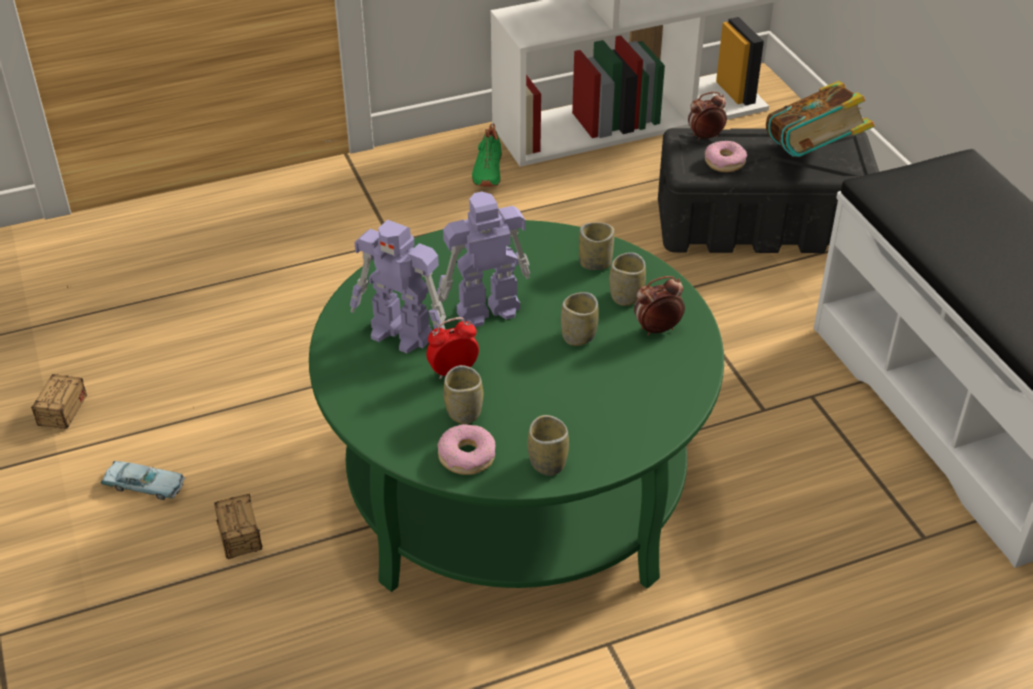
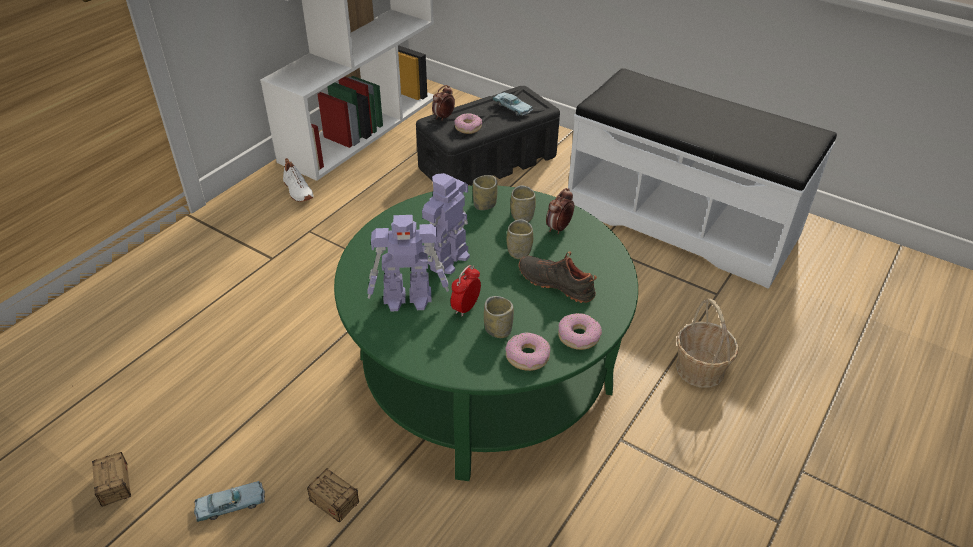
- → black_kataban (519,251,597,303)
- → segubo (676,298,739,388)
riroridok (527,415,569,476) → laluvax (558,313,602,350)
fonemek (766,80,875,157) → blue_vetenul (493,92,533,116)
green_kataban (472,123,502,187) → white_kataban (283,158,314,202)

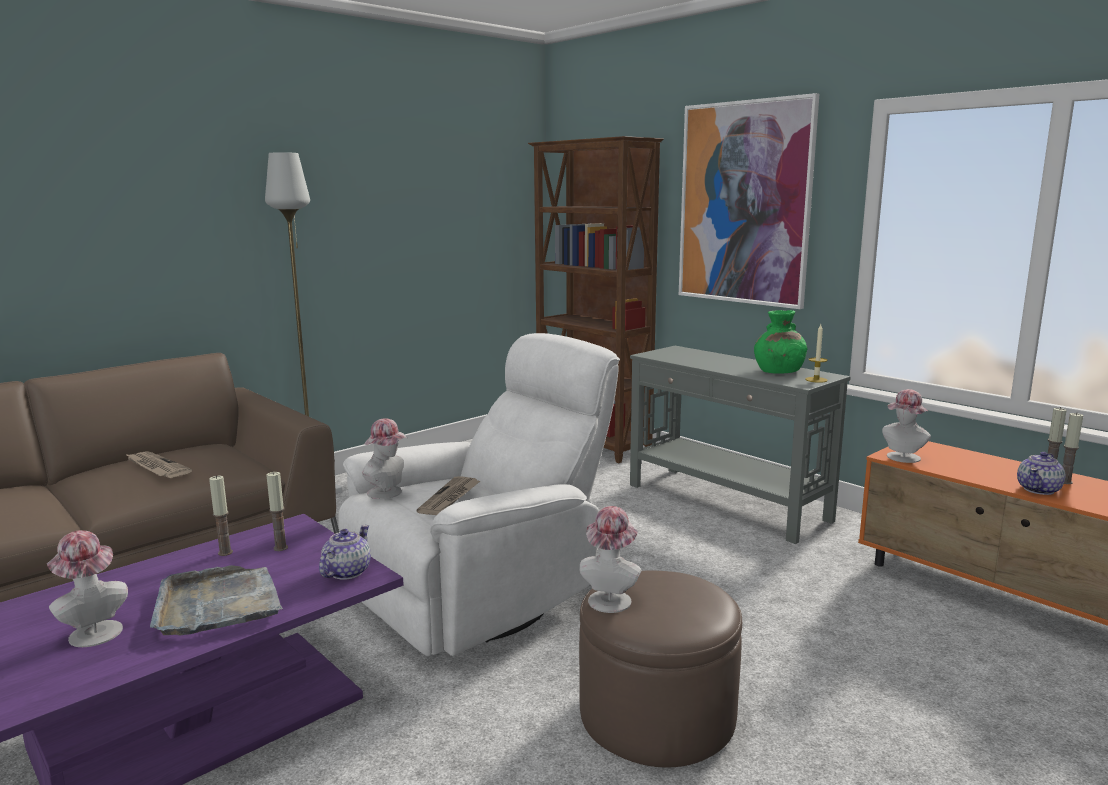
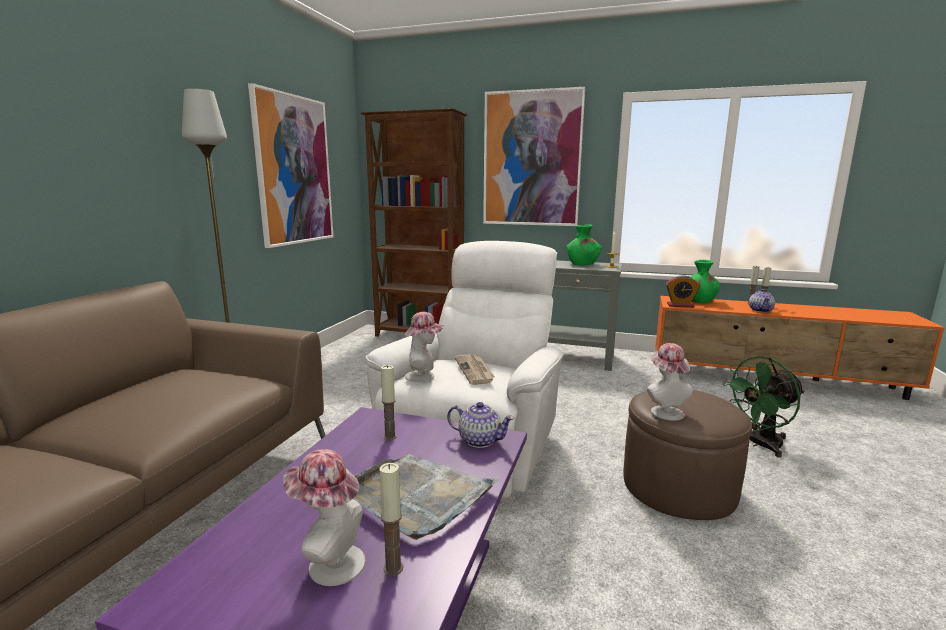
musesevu (125,451,192,478) → -
- → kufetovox (248,83,334,248)
- → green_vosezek (690,260,720,303)
- → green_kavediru (723,356,805,457)
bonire (209,475,233,556) → bonire (379,463,403,576), shifted
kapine (882,389,931,463) → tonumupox (666,275,700,308)
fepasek (319,525,371,580) → fepasek (447,402,514,448), 120 degrees clockwise

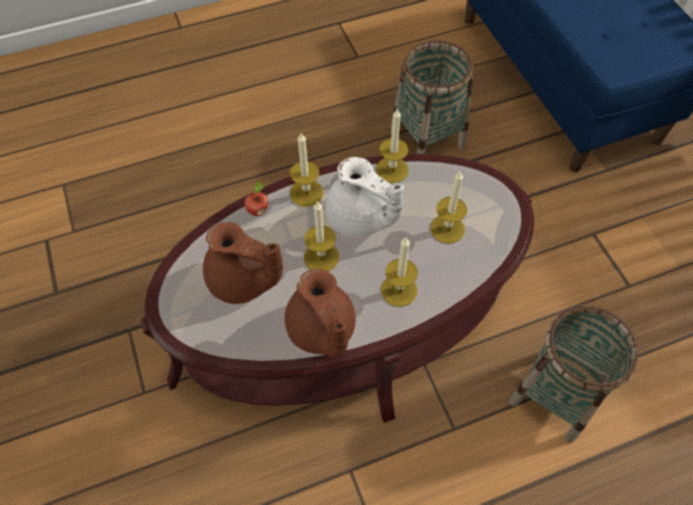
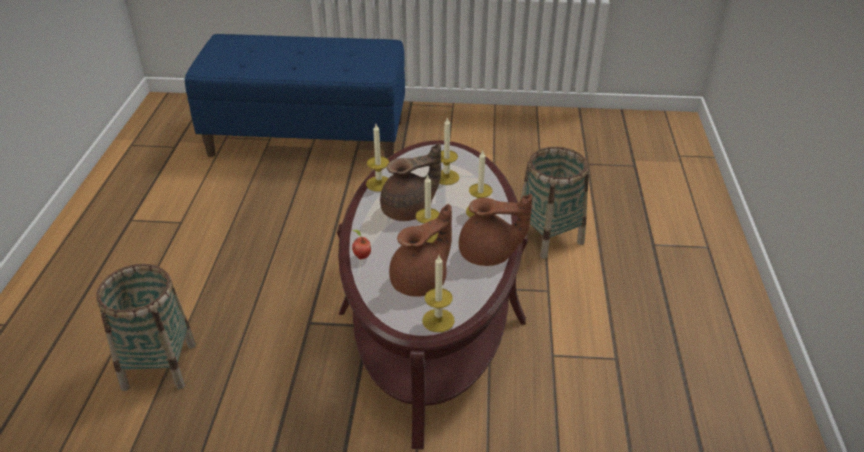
bonire (290,133,323,207) → bonire (423,255,455,332), shifted
segubo (391,40,473,154) → segubo (96,264,196,391), shifted
white_fepasek (326,157,404,237) → brown_fepasek (380,143,441,221)

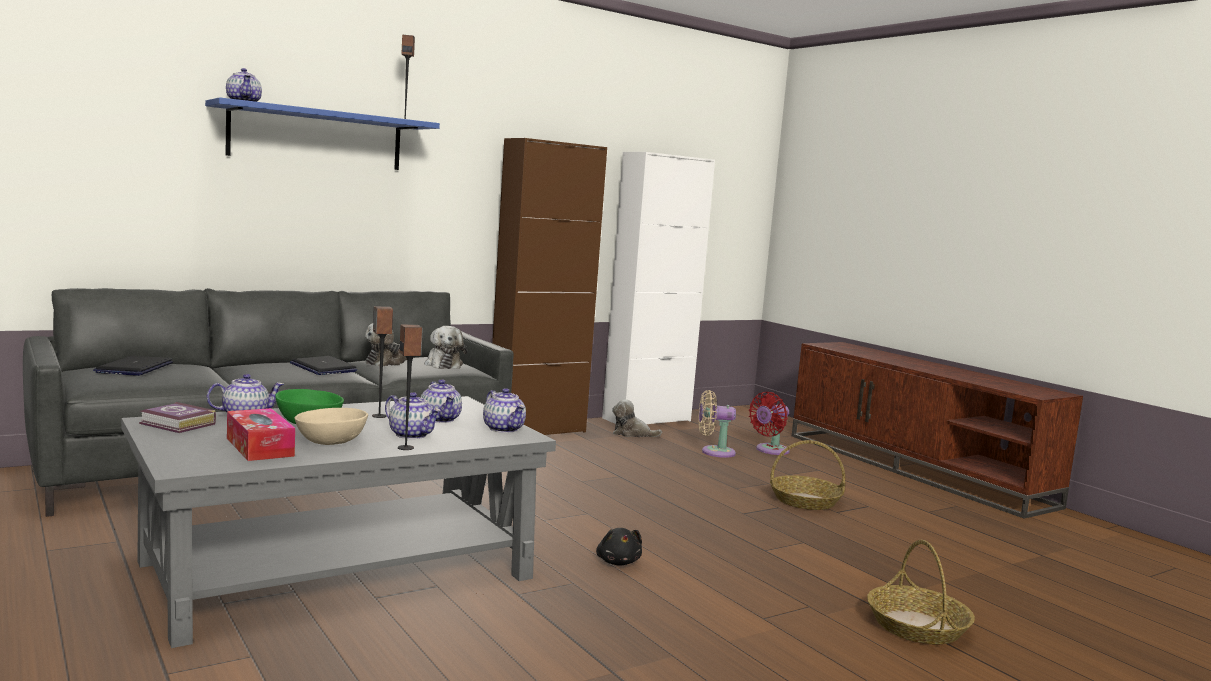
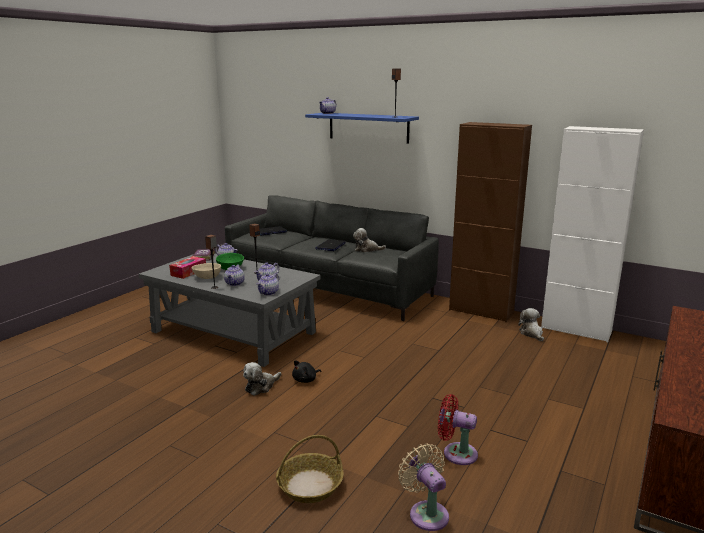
segubo (770,440,845,510) → -
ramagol (424,326,467,369) → ramagol (243,362,281,396), shifted
beige_kavediru (699,390,736,458) → beige_kavediru (398,444,449,531), shifted
red_kavediru (749,392,790,455) → red_kavediru (438,394,478,465), shifted

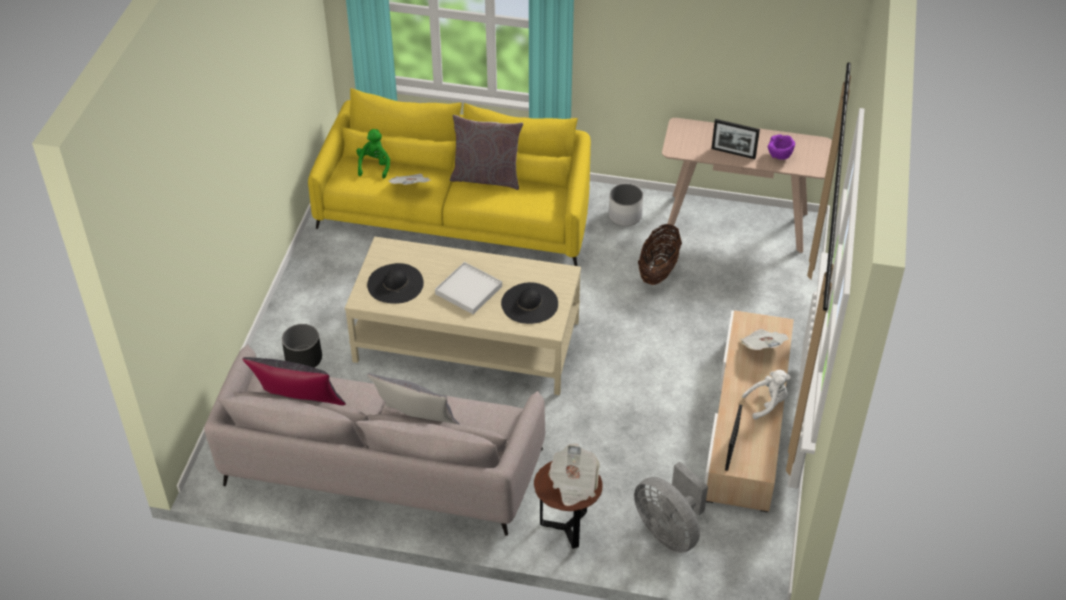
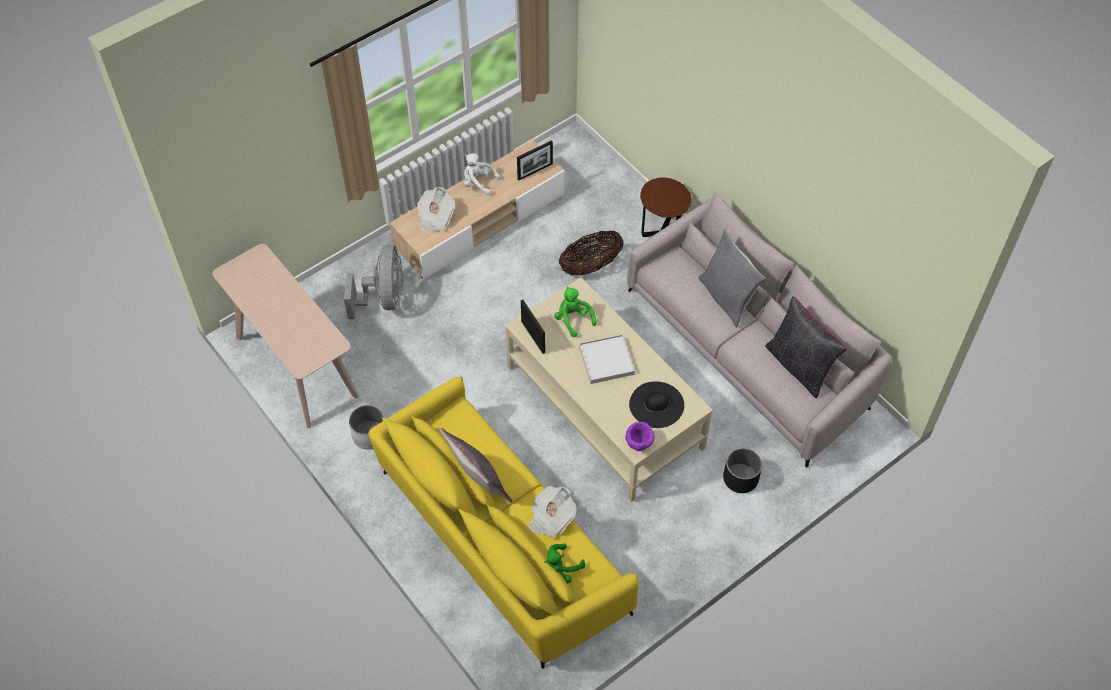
musesevu (548,444,600,506) → -
grey_kavediru (634,461,708,553) → grey_kavediru (344,245,404,319), shifted
segubo (638,224,682,285) → segubo (559,231,624,275), shifted
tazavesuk (711,119,760,159) → tazavesuk (521,300,545,354), shifted
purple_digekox (768,134,795,160) → purple_digekox (625,422,655,451), shifted
black_kapine (501,282,558,324) → green_ramagol (554,286,596,337)

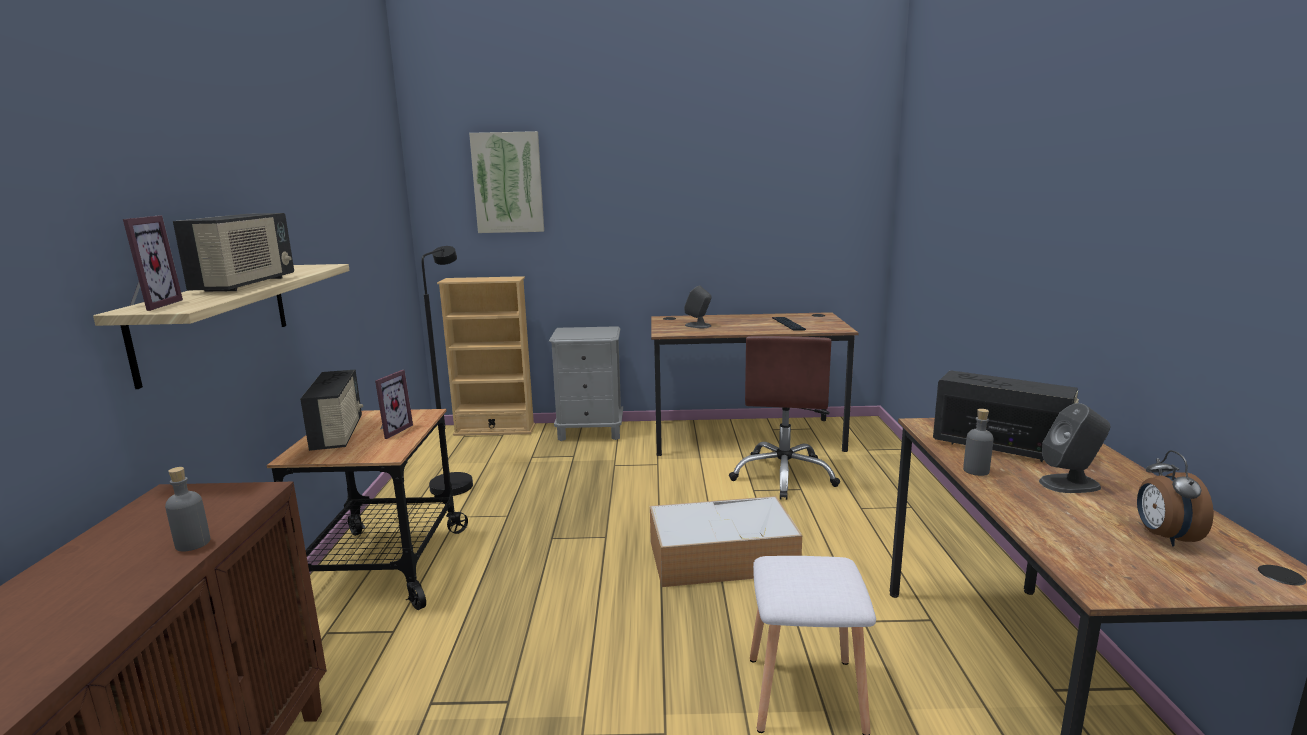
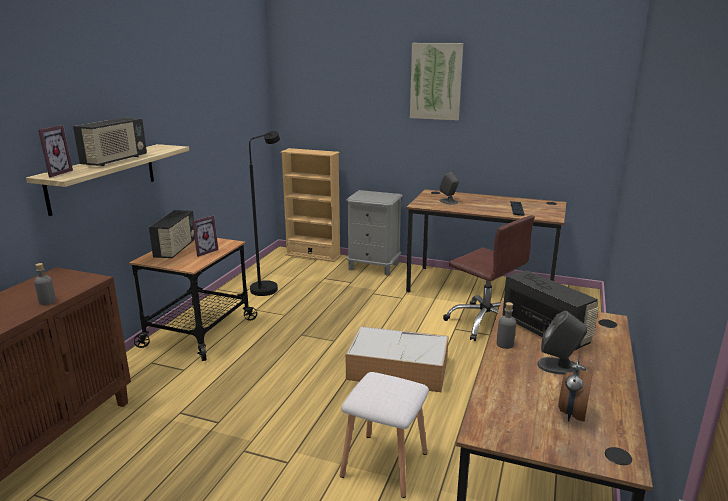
kufetovox (469,131,544,233) → kufetovox (410,43,463,120), shifted
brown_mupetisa (729,336,840,500) → brown_mupetisa (443,215,535,341), 75 degrees counterclockwise

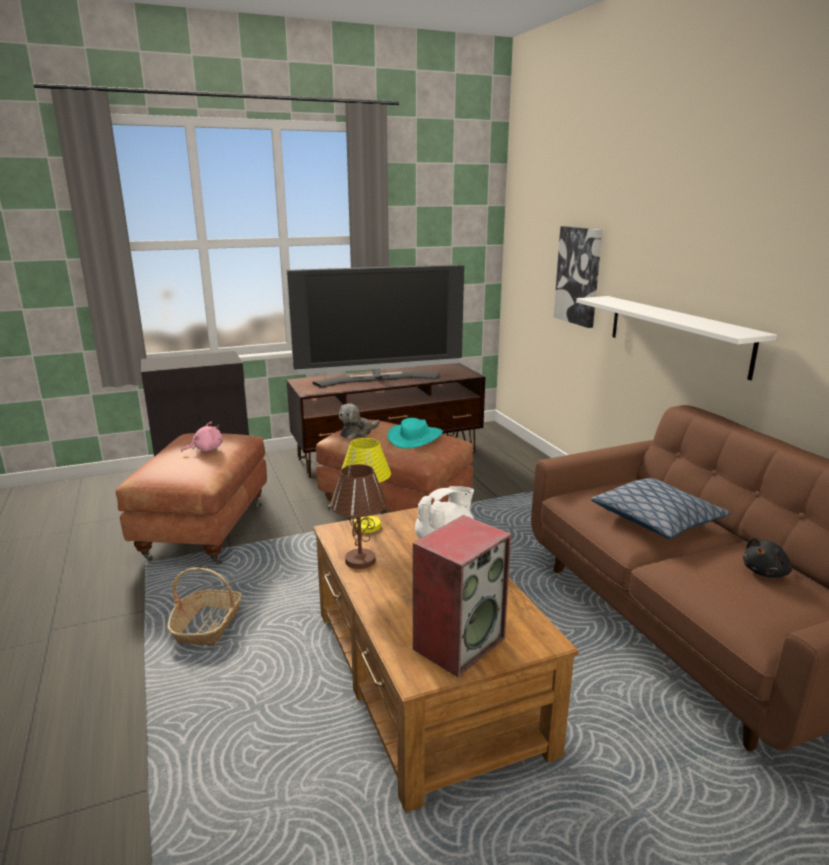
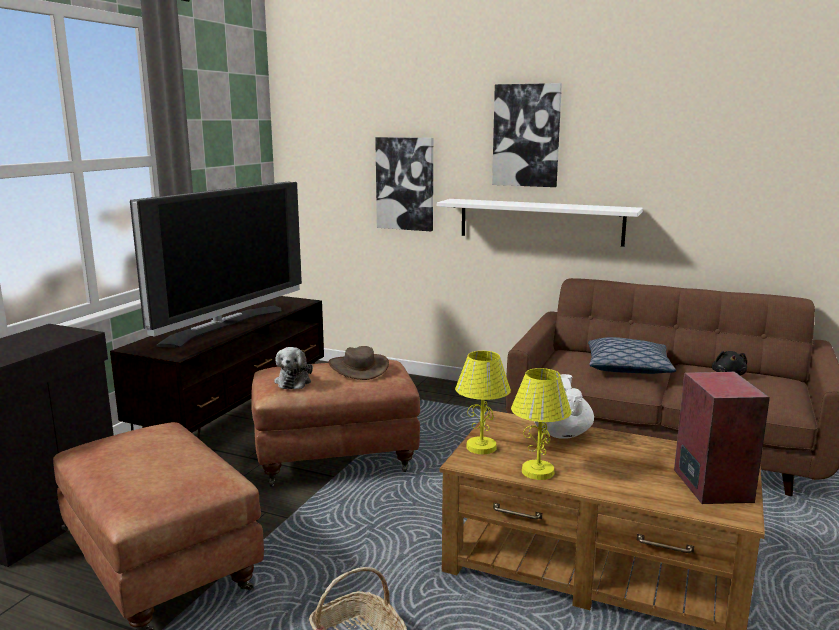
pink_ramagol (181,422,223,452) → -
- → kufetovox (492,83,562,187)
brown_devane (330,464,387,569) → yellow_devane (511,368,571,480)
turquoise_kapine (388,418,443,449) → brown_kapine (328,346,389,380)

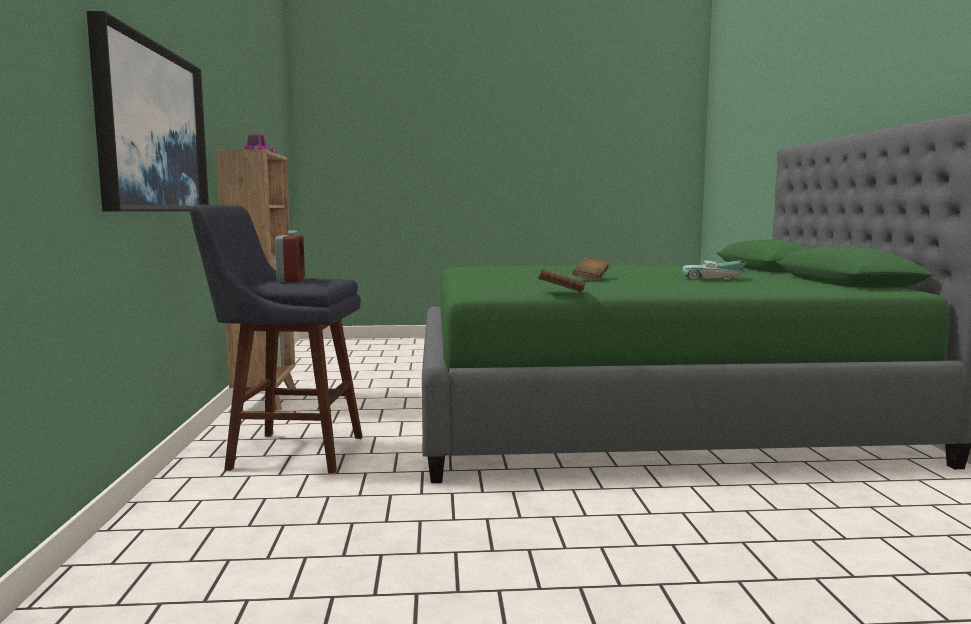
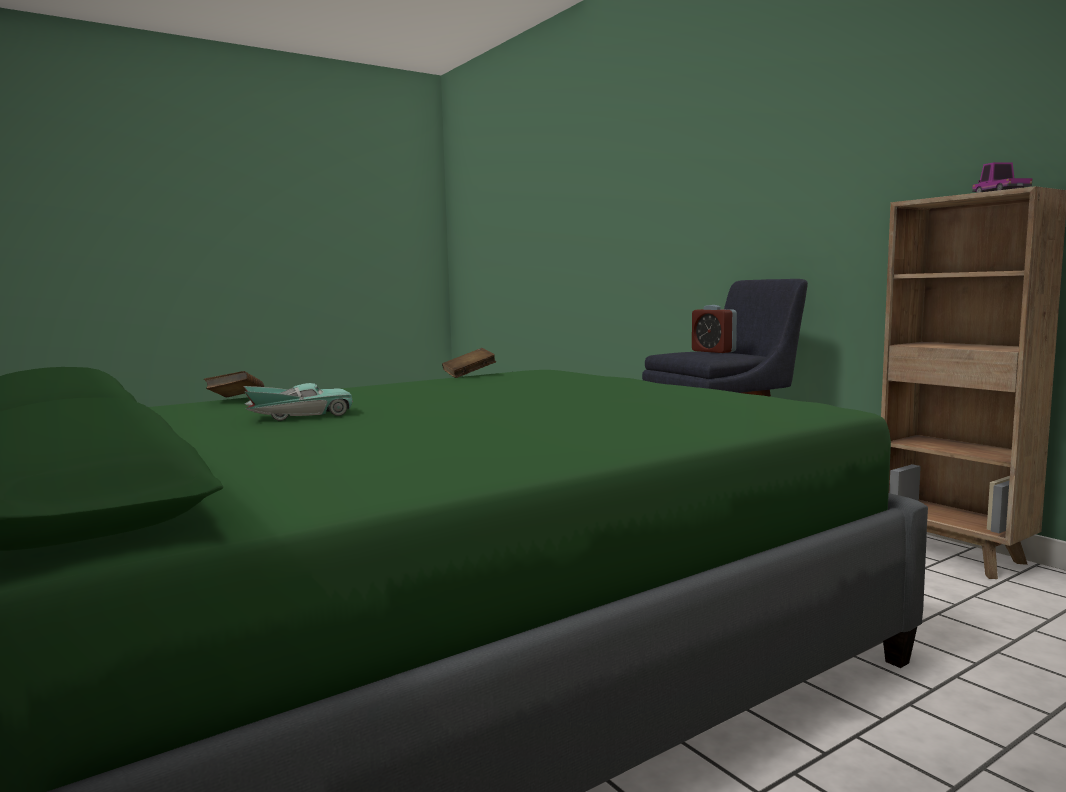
kufetovox (87,11,209,212) → -
brown_fonemek (573,257,610,281) → brown_fonemek (204,371,264,397), shifted

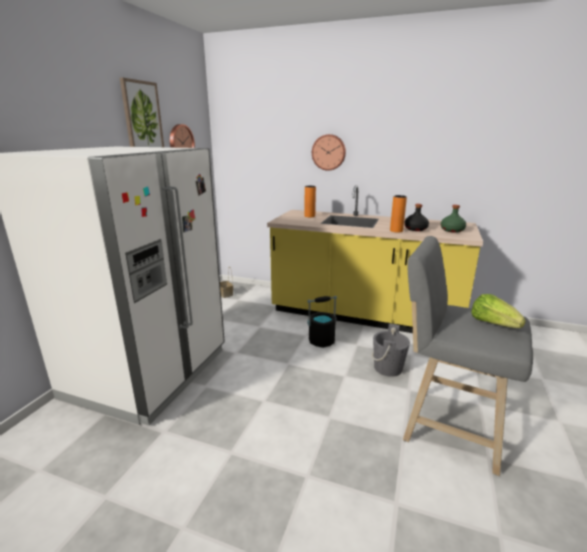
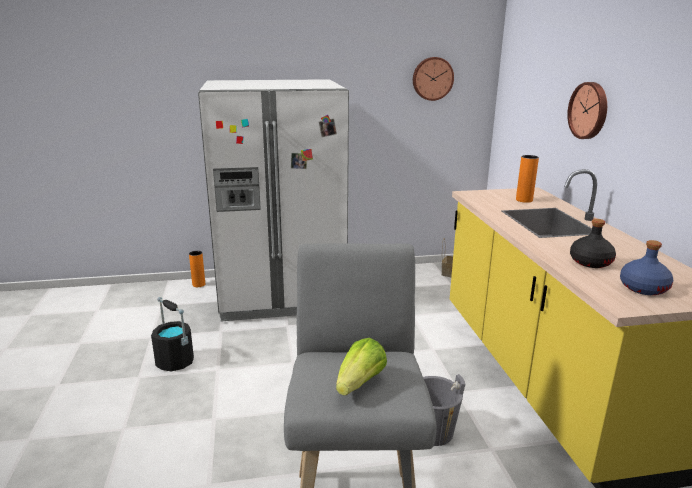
kufetovox (120,78,164,147) → -
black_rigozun (307,296,337,348) → black_rigozun (151,297,194,372), shifted
orange_vosezek (390,195,407,232) → orange_vosezek (189,251,205,287), shifted
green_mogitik (441,205,466,233) → blue_mogitik (620,240,673,295)

